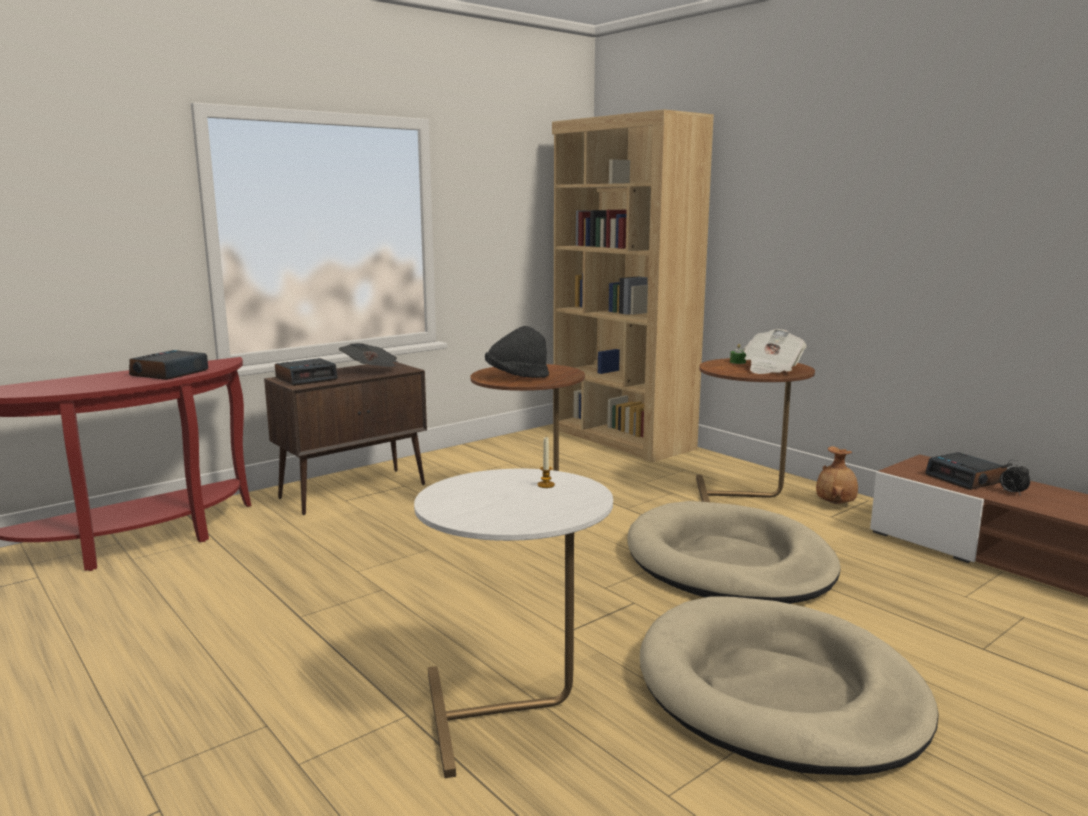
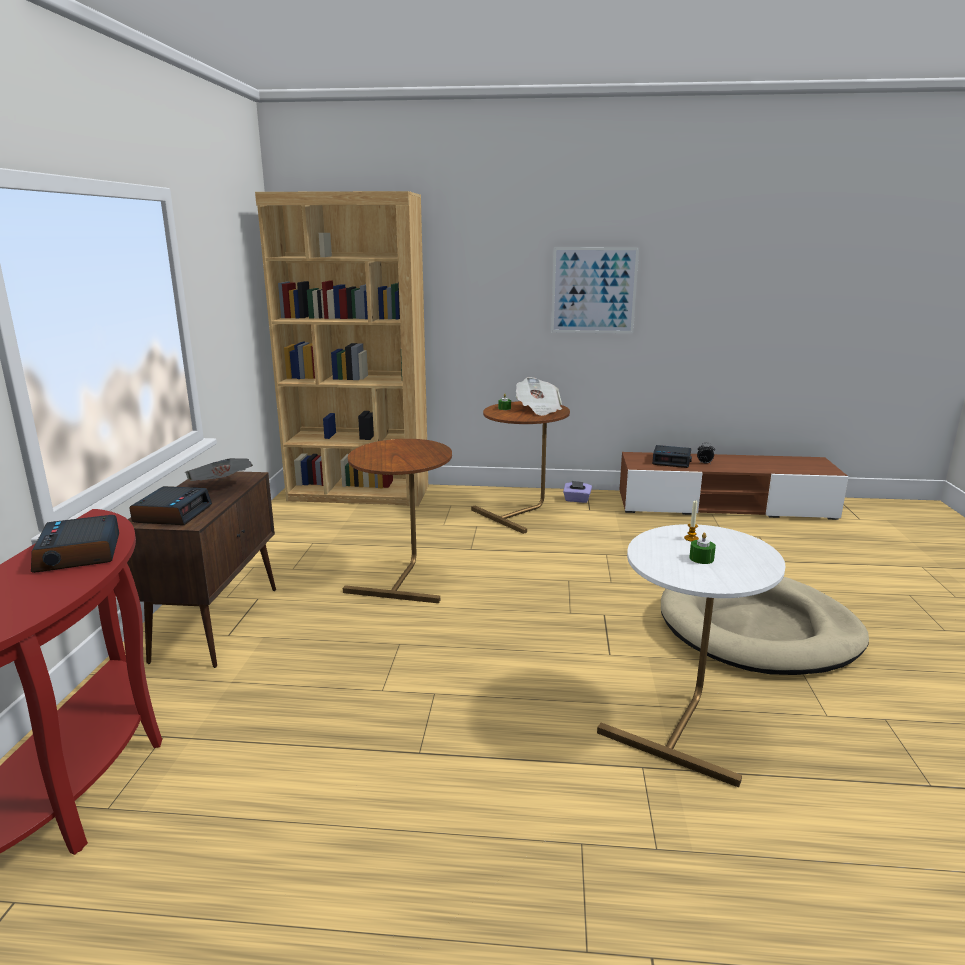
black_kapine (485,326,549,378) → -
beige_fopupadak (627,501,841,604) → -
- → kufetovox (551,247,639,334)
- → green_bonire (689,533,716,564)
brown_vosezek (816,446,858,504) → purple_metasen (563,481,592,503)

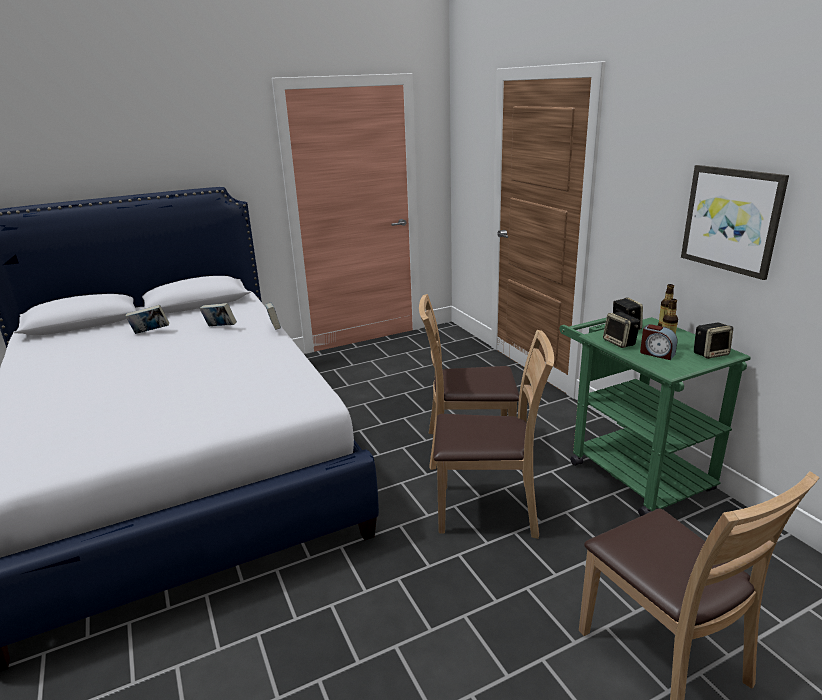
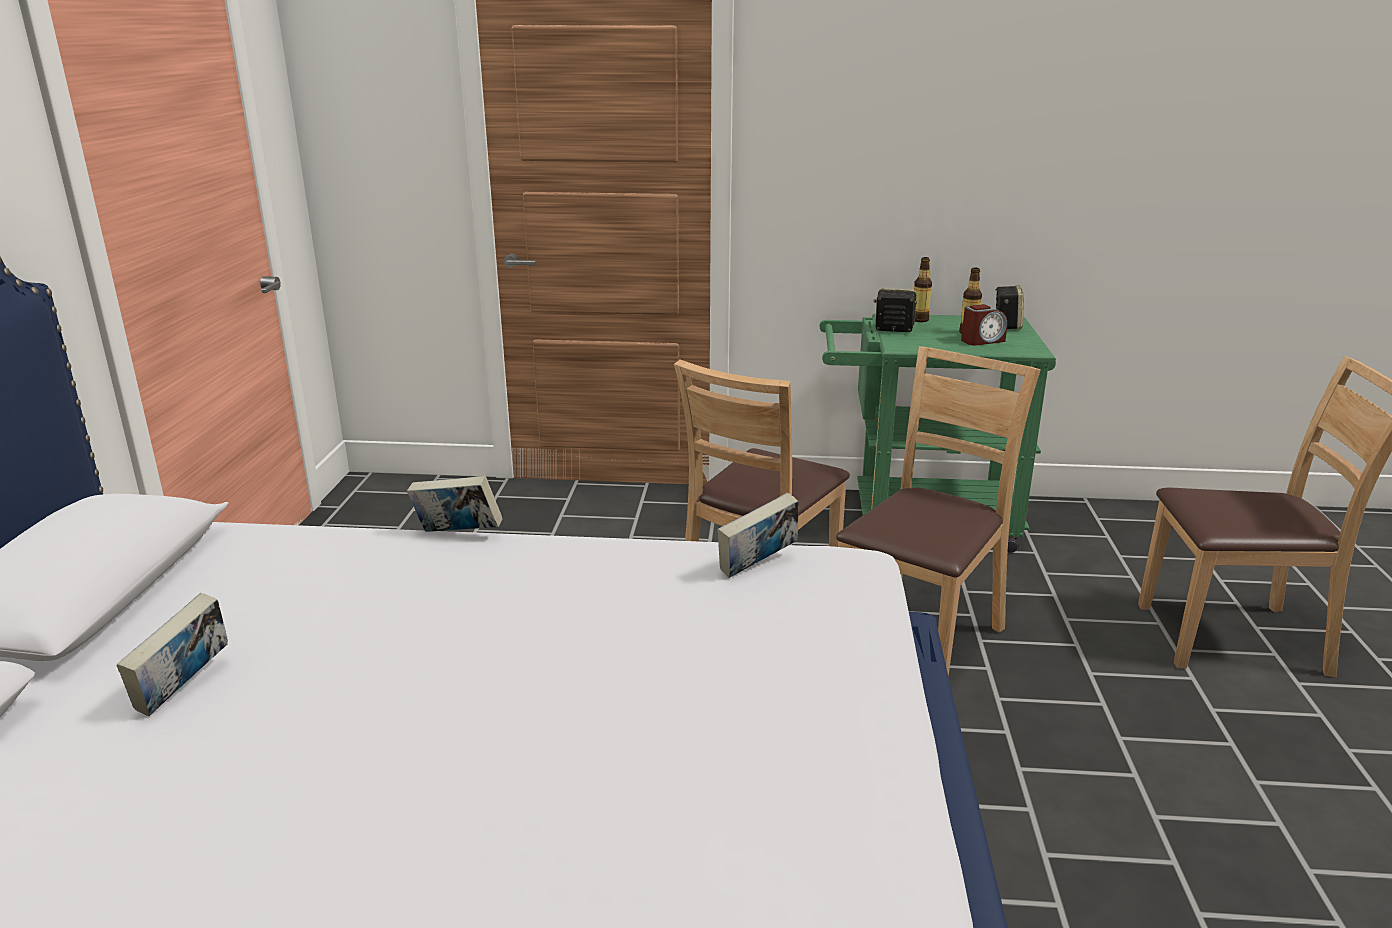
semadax (603,312,640,348) → -
kufetovox (681,165,789,280) → -
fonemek (199,303,237,326) → fonemek (717,493,799,578), shifted

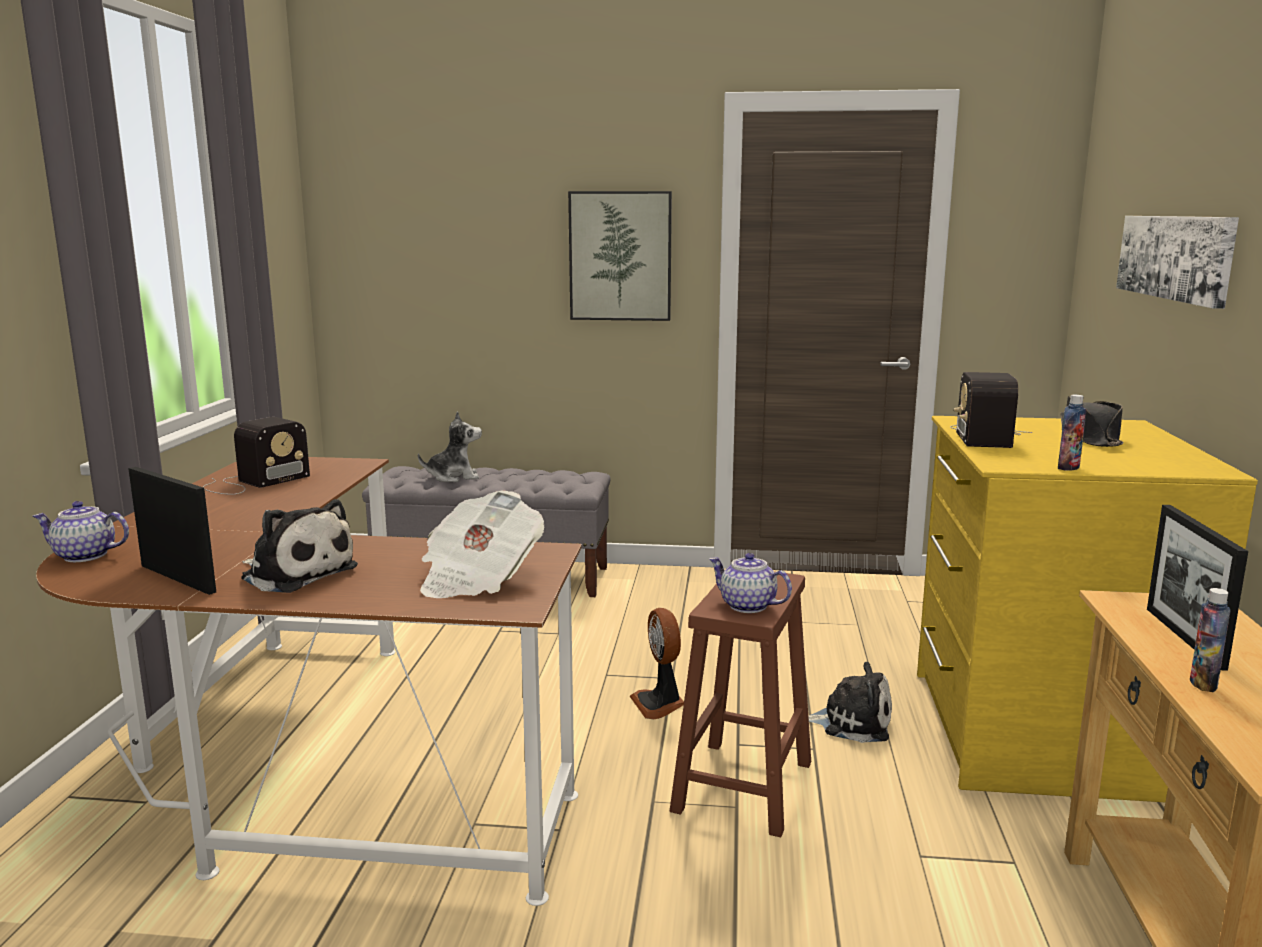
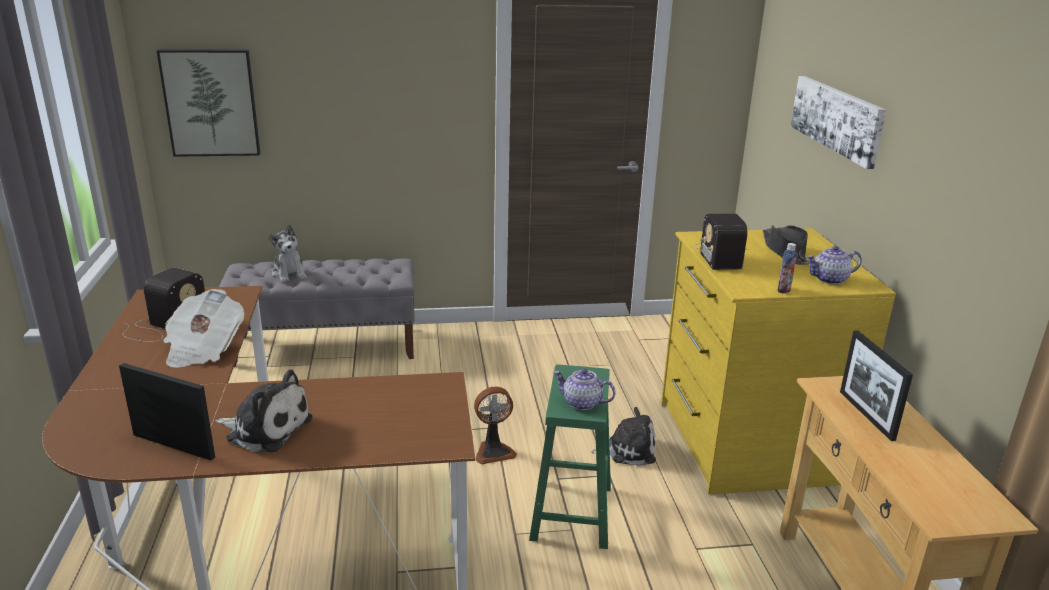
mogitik (1190,588,1230,692) → -
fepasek (33,501,129,562) → fepasek (806,246,862,285), shifted
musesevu (420,491,545,598) → musesevu (163,289,244,368), shifted
kufetovox (568,191,672,321) → kufetovox (157,49,260,157), shifted
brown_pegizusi (670,571,811,837) → green_pegizusi (529,365,611,549)
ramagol (418,411,482,482) → ramagol (269,225,306,282), 90 degrees clockwise
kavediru (630,608,684,719) → kavediru (474,386,517,464), 75 degrees counterclockwise

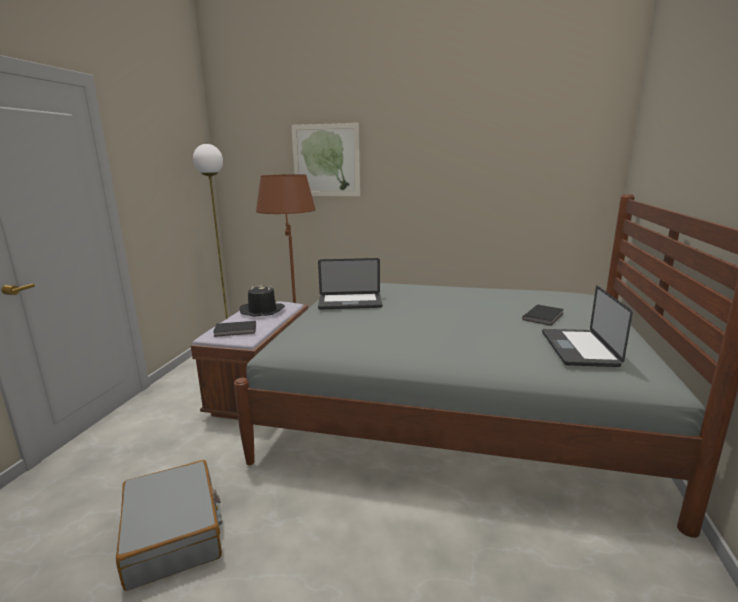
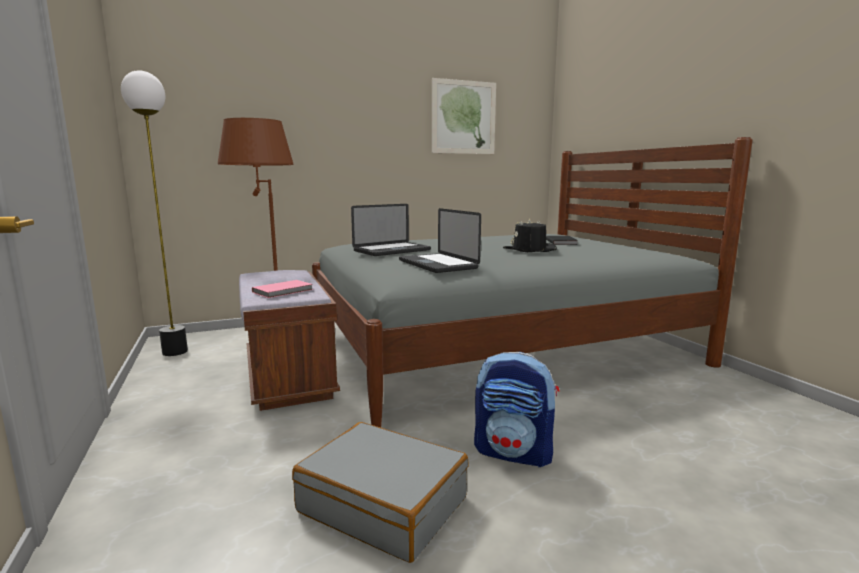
- → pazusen (474,352,559,467)
black_kapine (240,285,285,317) → black_kapine (503,218,557,252), shifted
kufetovox (291,123,360,196) → kufetovox (432,78,496,154), shifted
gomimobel (542,286,633,367) → gomimobel (399,208,481,273), shifted
black_fonemek (213,321,256,337) → pink_fonemek (252,280,313,298)

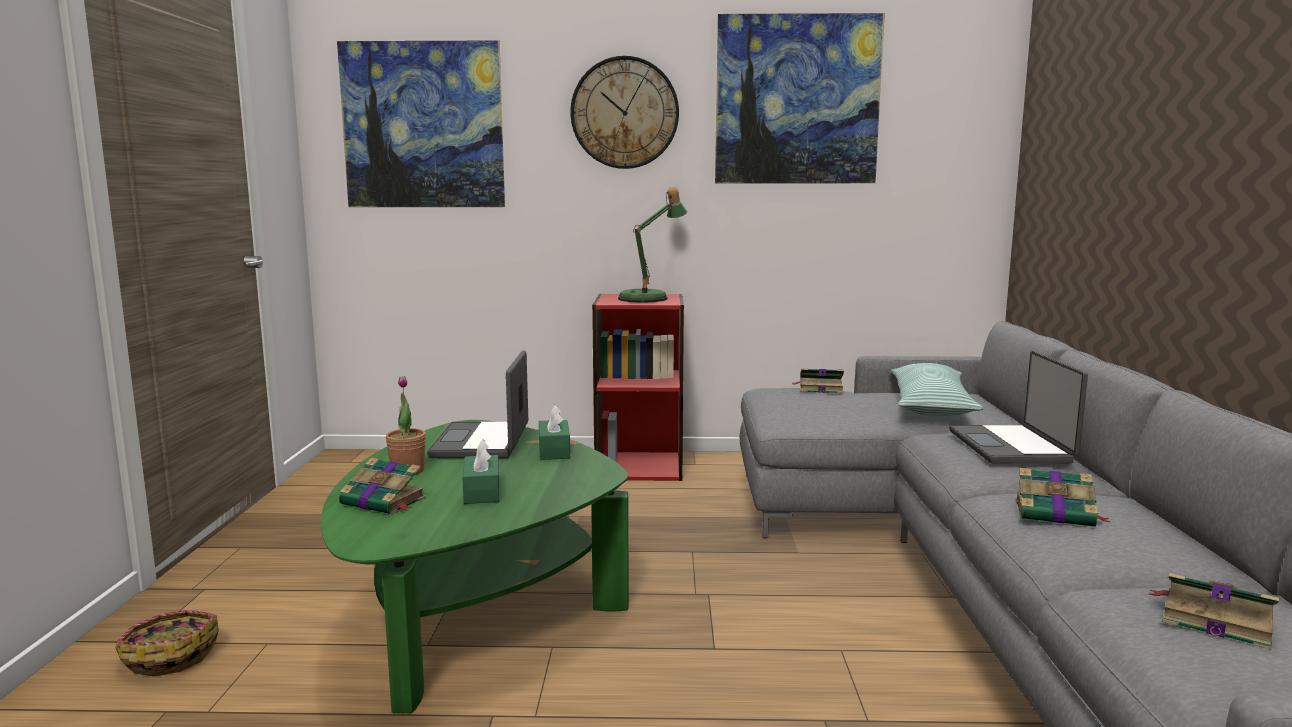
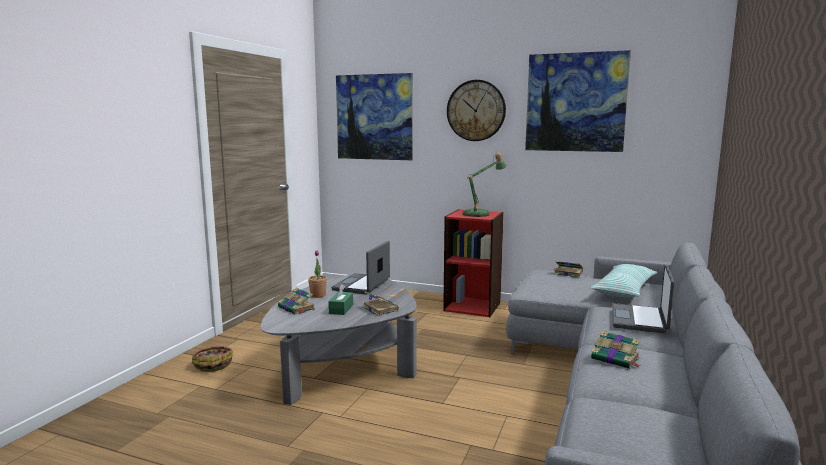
green_metasen (539,405,570,460) → -
fonemek (1149,573,1279,650) → fonemek (363,291,399,316), shifted
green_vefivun (321,420,629,713) → grey_vefivun (261,273,417,405)

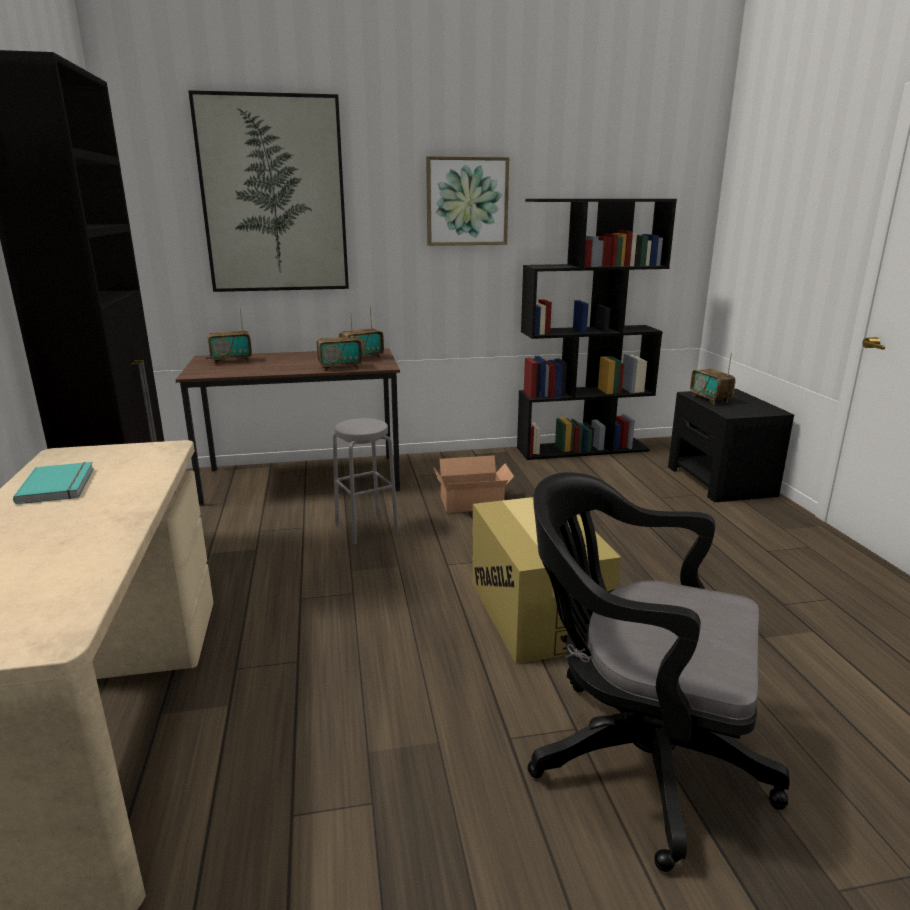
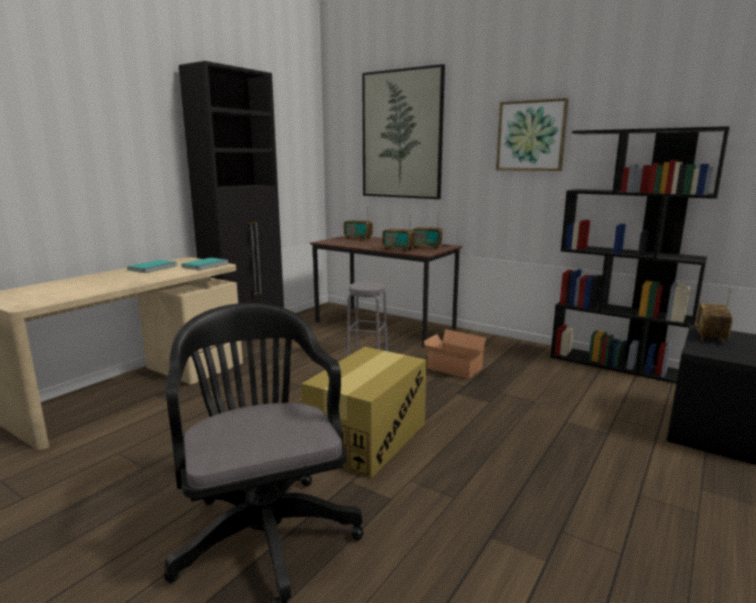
- → turquoise_fonemek (181,258,229,270)

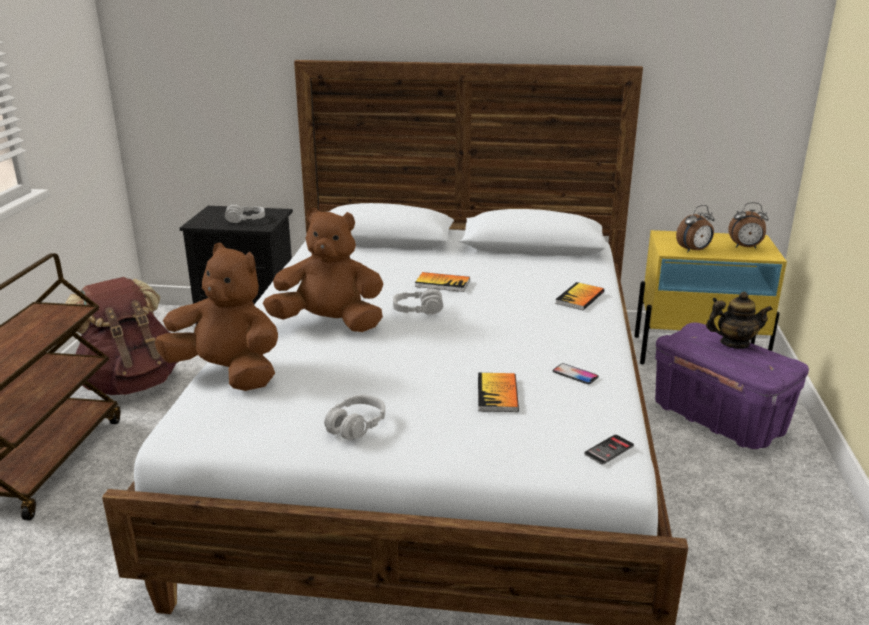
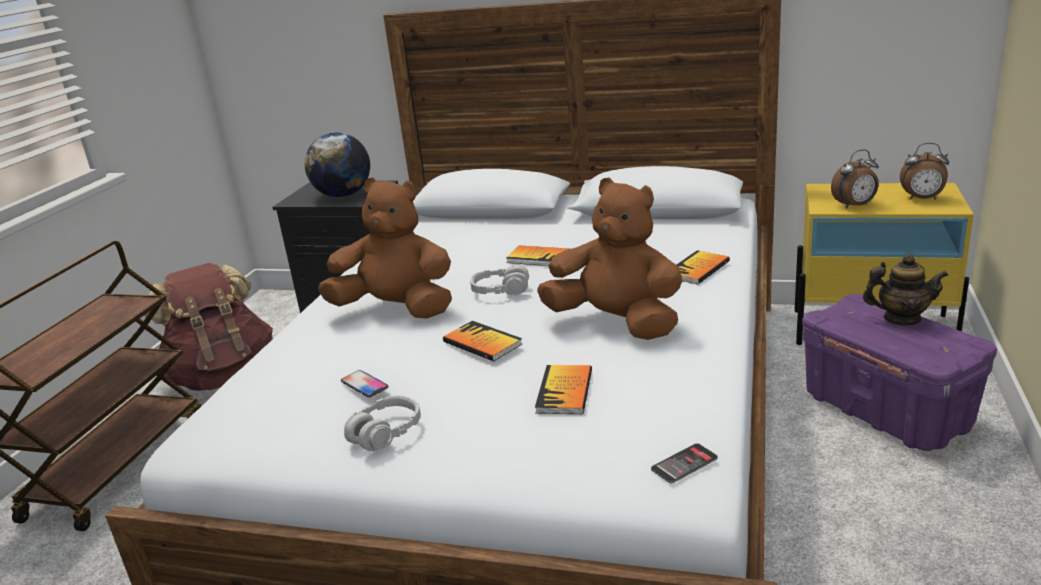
- → fonemek (443,321,522,361)
brown_ramagol (155,243,278,391) → brown_ramagol (537,177,682,340), shifted
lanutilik (553,363,599,384) → lanutilik (341,370,389,397), shifted
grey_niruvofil (225,204,265,223) → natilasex (305,132,370,197)

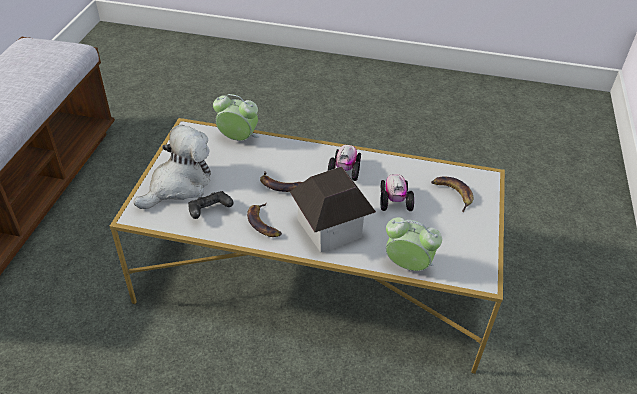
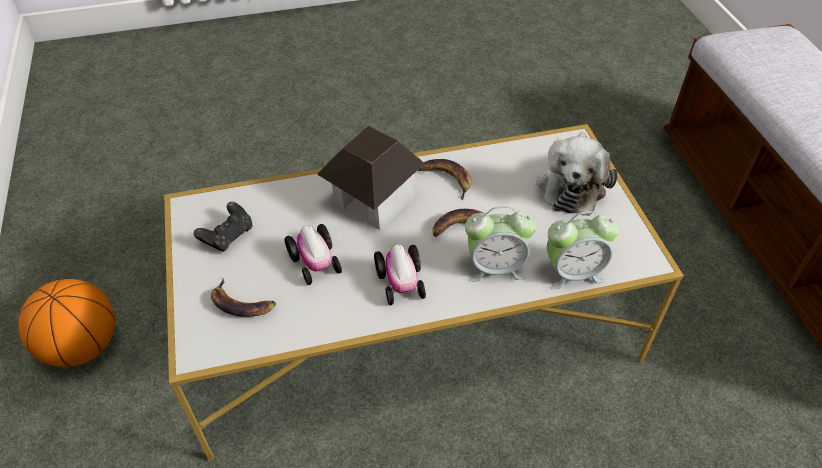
- → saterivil (18,279,115,367)
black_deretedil (188,191,234,219) → black_deretedil (194,202,252,252), shifted
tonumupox (386,217,442,271) → tonumupox (465,206,536,282), shifted

